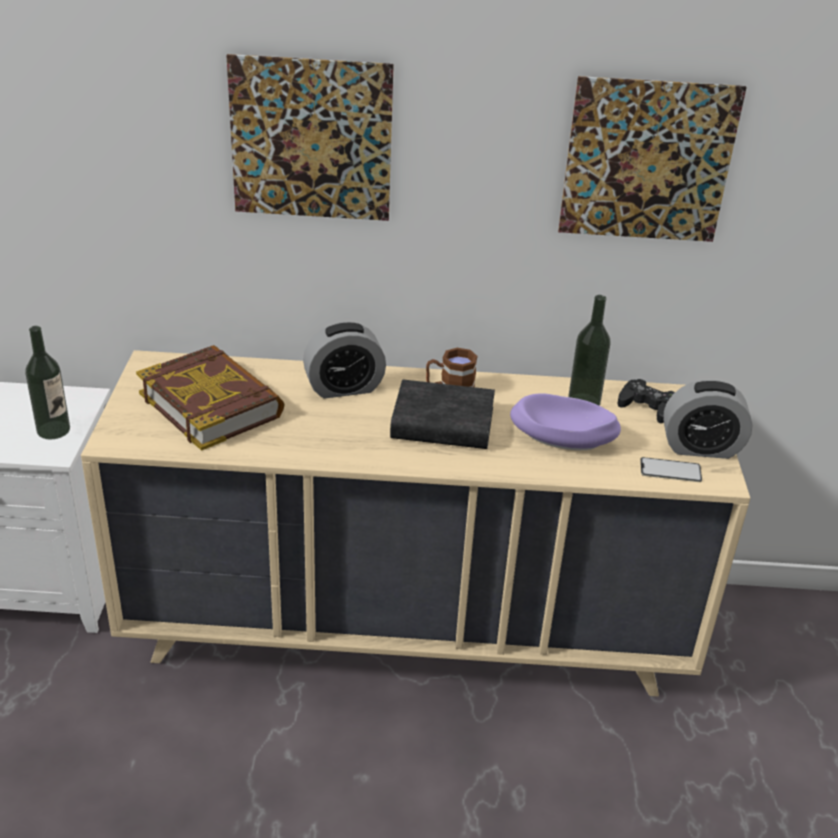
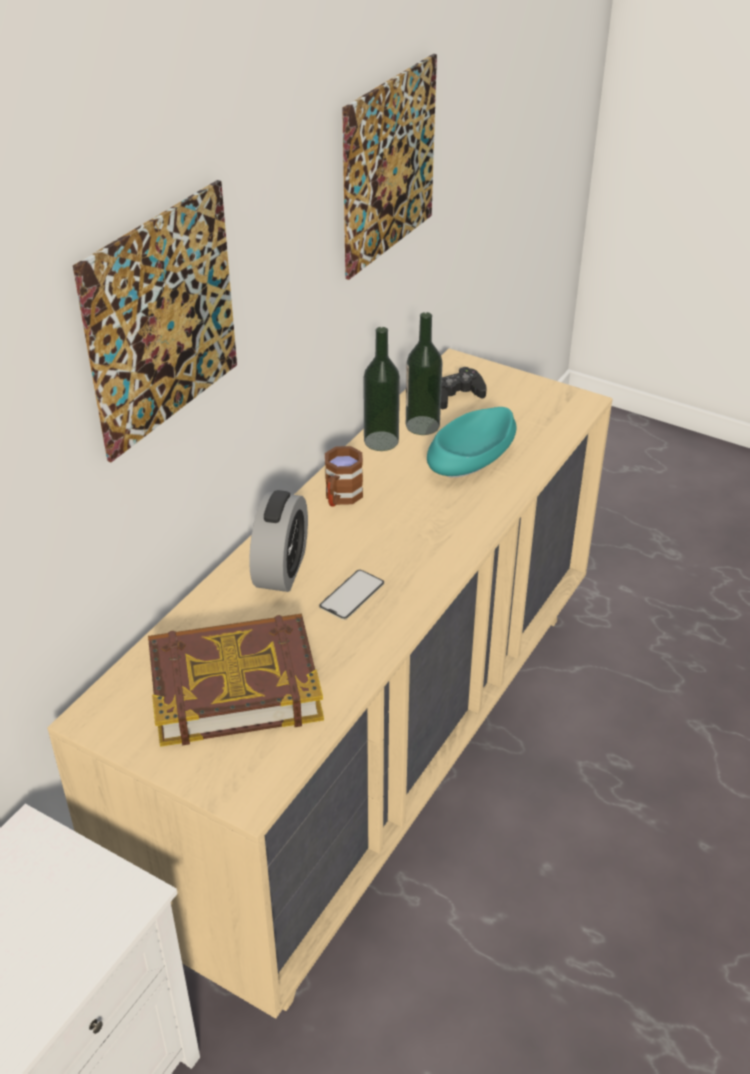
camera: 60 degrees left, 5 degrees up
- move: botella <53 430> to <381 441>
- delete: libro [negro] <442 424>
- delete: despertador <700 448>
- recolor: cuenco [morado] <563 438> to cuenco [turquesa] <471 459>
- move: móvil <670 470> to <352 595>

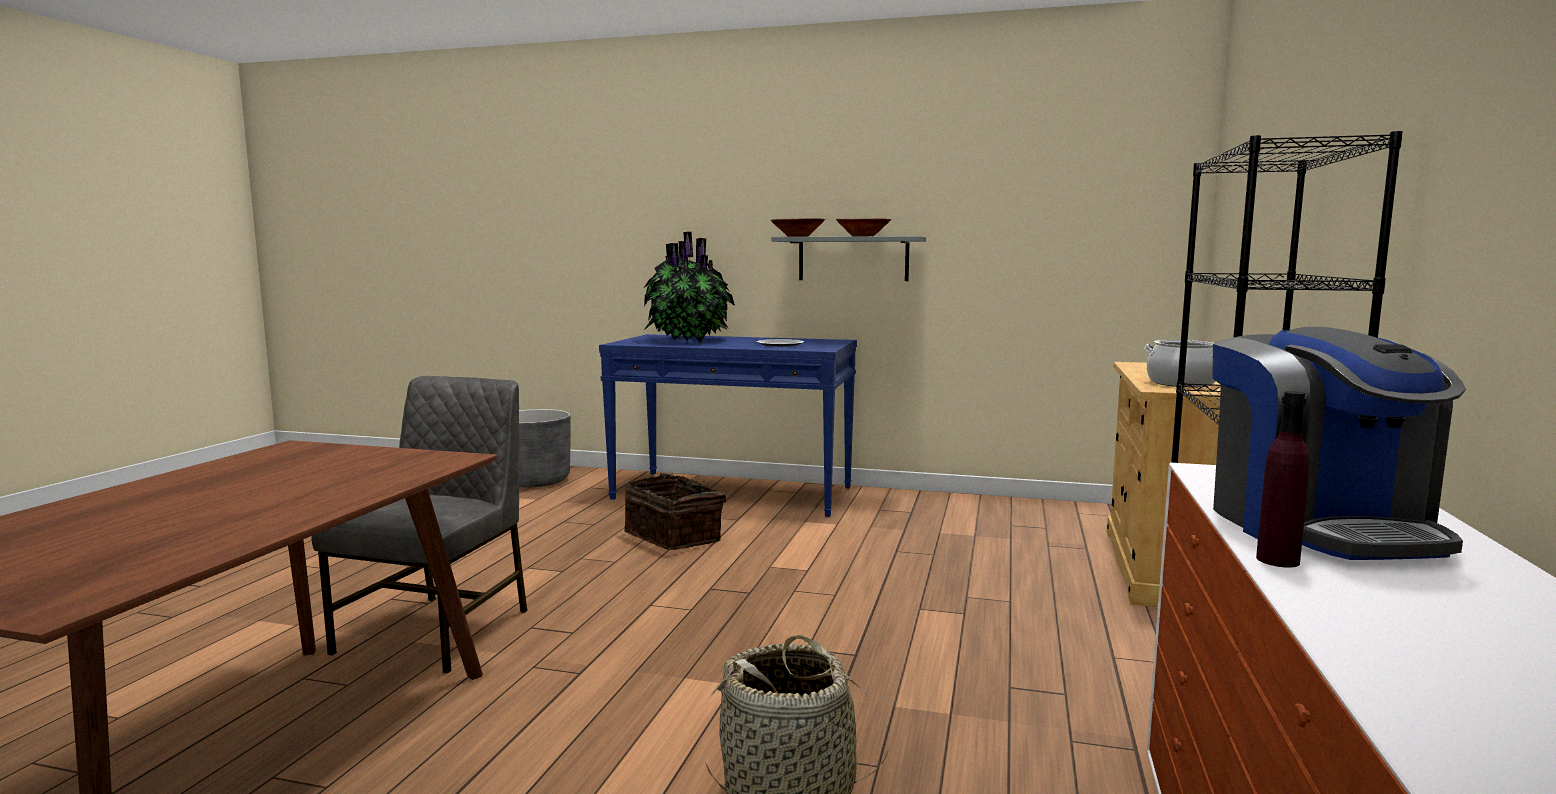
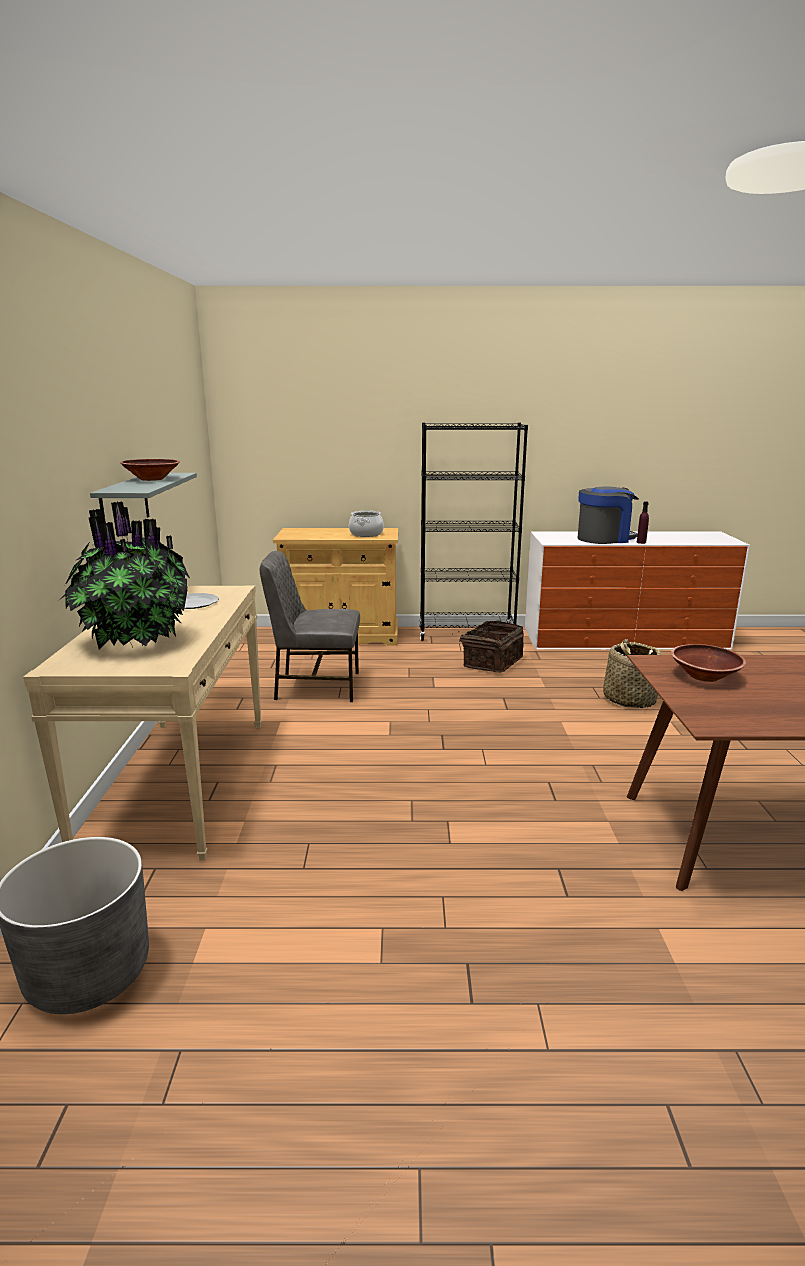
camera: 105 degrees left, 10 degrees up
- move: cuenco [marrón] <798 236> to <704 676>
- recolor: mesa consola [azul] <734 493> to mesa consola [beis] <179 781>
- move: silla [gris] <439 630> to <316 686>
- move: cesta <675 537> to <491 662>

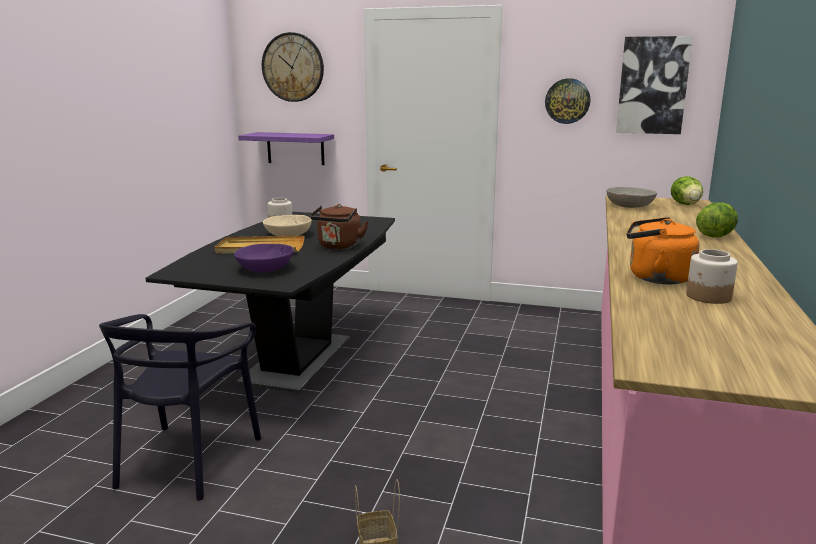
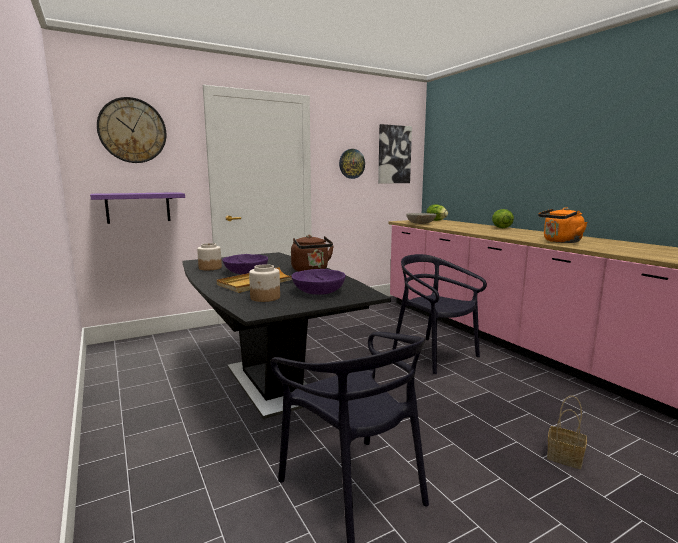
camera: 45 degrees left, 5 degrees down
- recolor: cuenco [beis] <288 235> to cuenco [morado] <245 272>
- move: tarro <708 297> to <265 298>
- insert: silla [negro] <434 355>

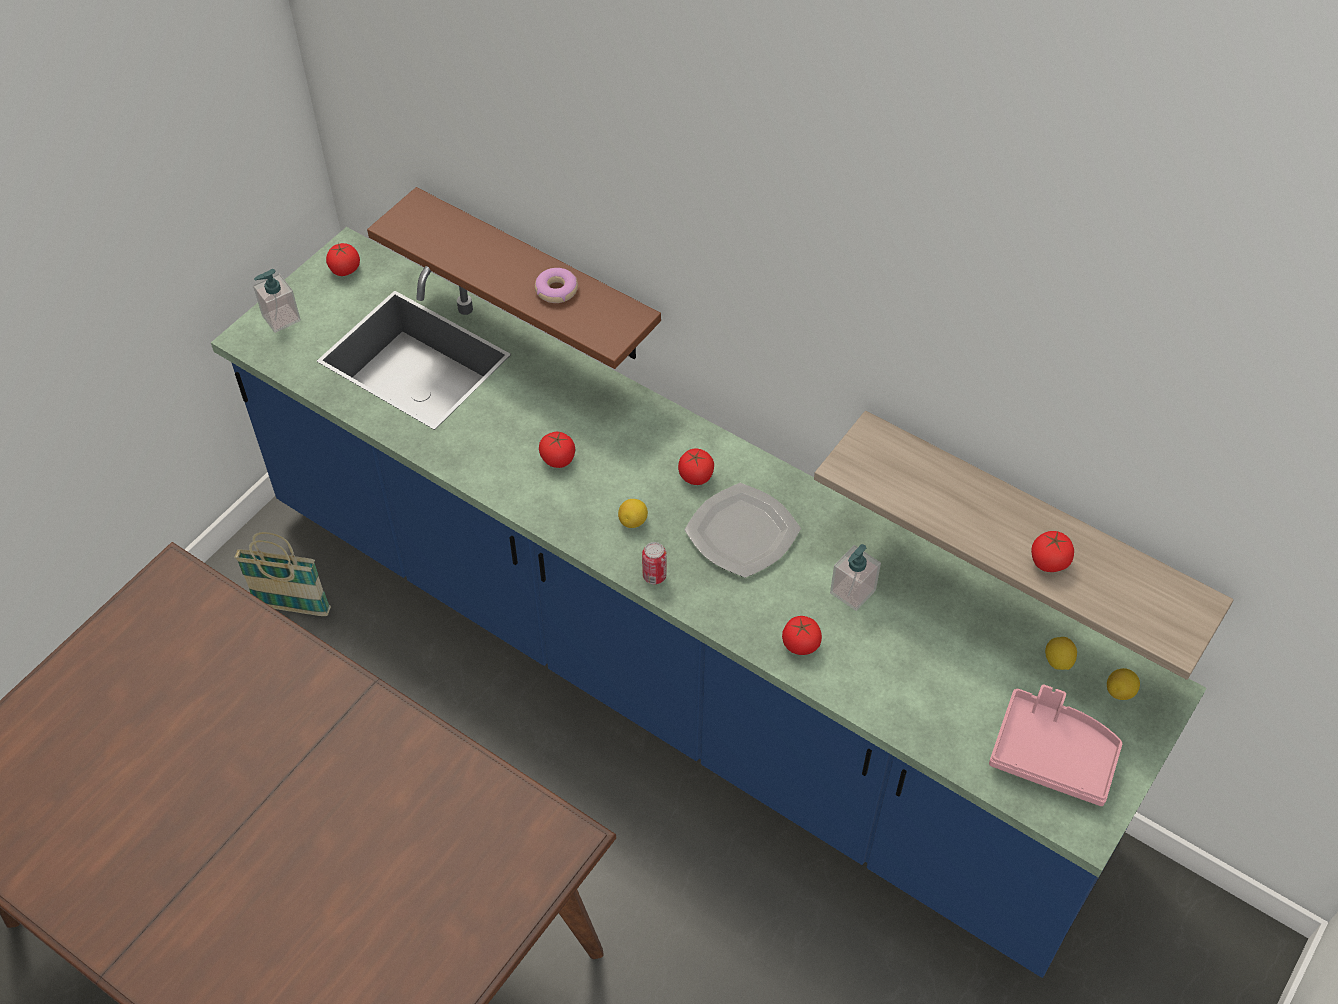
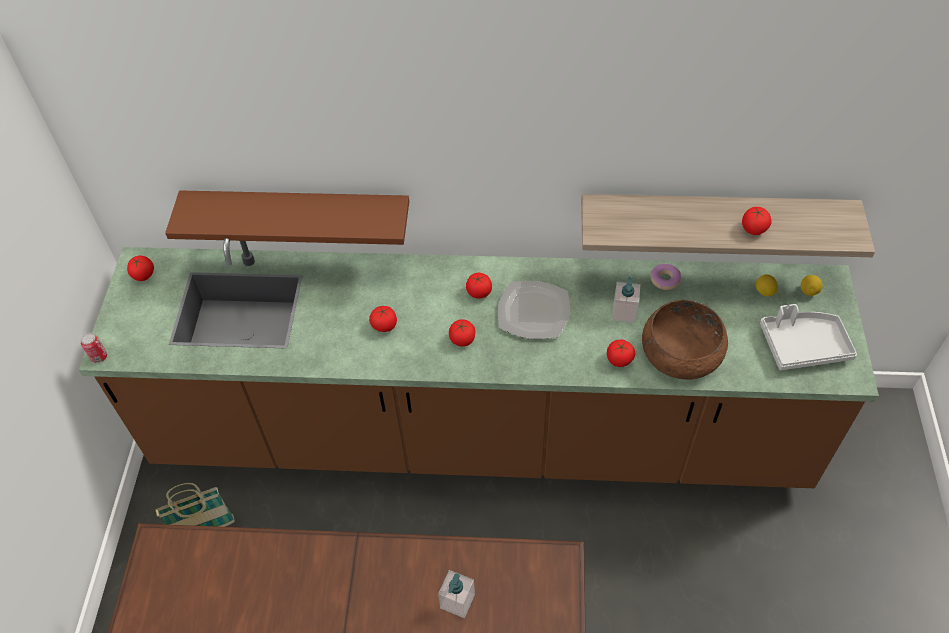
camera: 30 degrees left, 0 degrees up
- recolor: mueble bajo de cocina [azul] <669 673> to mueble bajo de cocina [marrón] <479 436>
- move: rosquilla <556 290> to <665 280>
- move: dispensador de jabón <281 318> to <457 601>
- replace: limón <633 521> to tomate <462 339>
- move: lata <654 576> to <99 357>
- recolor: bandeja [rosa] <1053 754> to bandeja [gris] <803 345>
- insert: cuenco [marrón] <681 352>

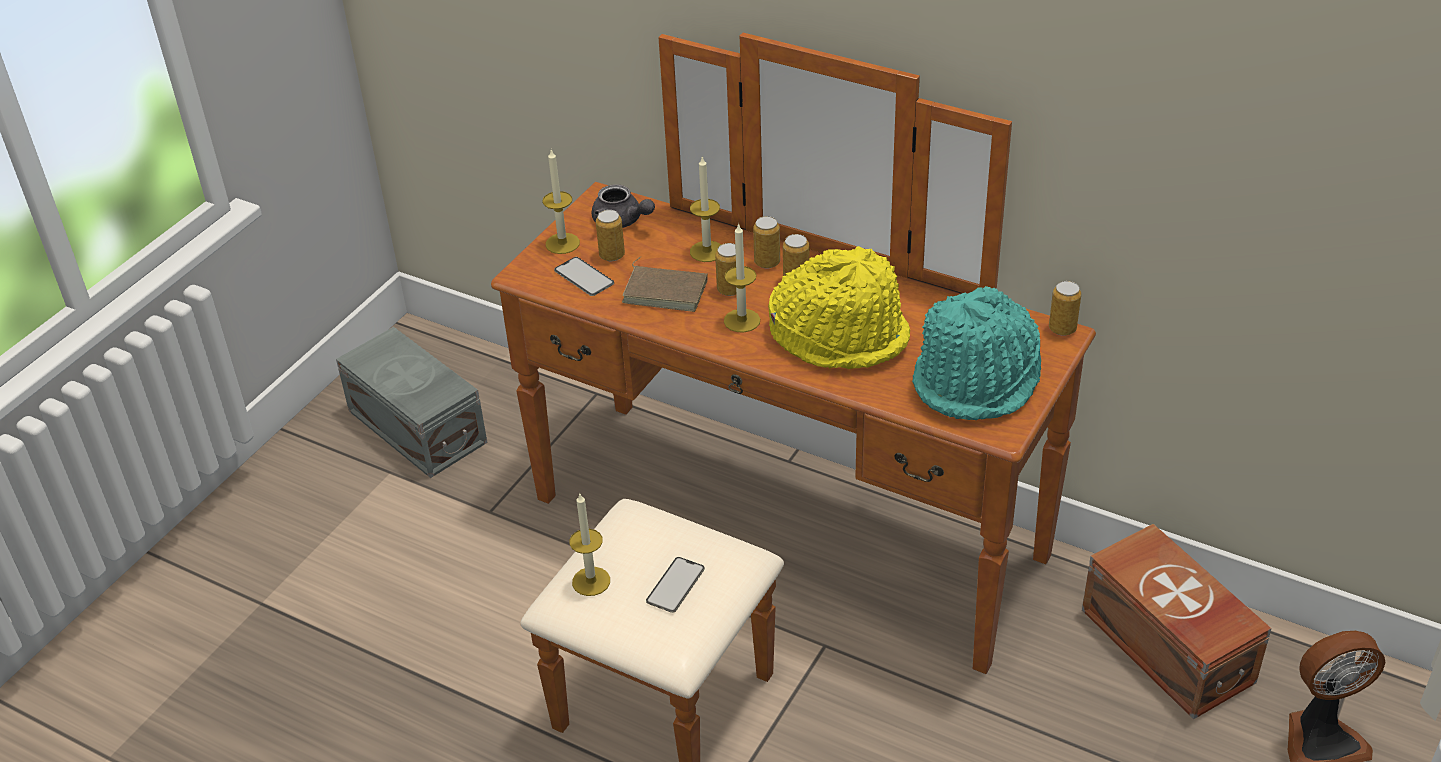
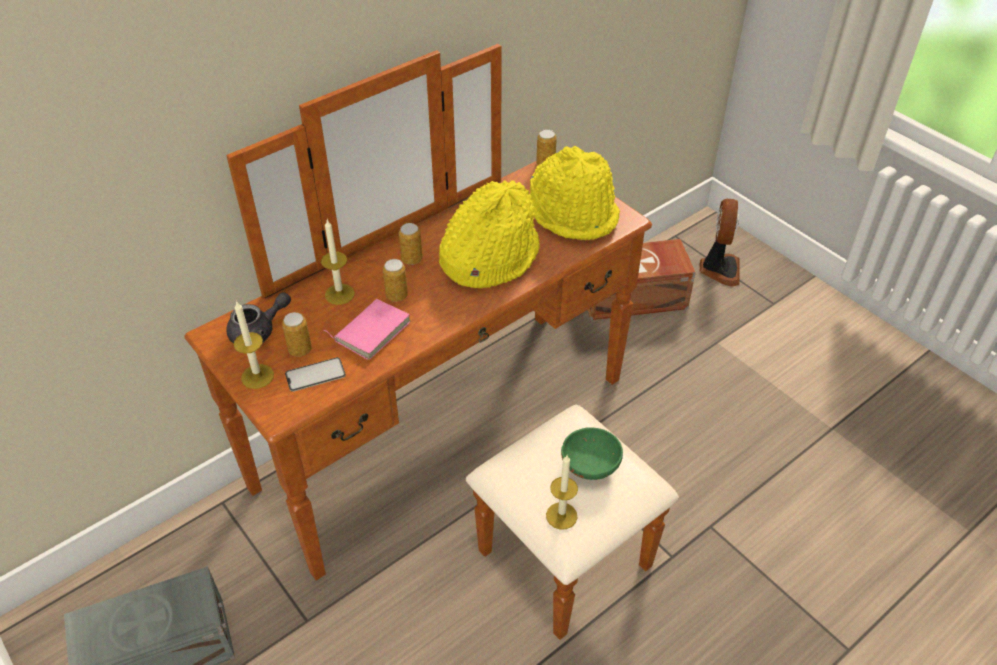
camera: 70 degrees left, 5 degrees up
- delete: lata <767 262>
- delete: vela <742 320>
- recolor: libro [marrón] <666 290> to libro [rosa] <371 330>
- recolor: sombrero [turquesa] <977 381> to sombrero [amarillo] <574 213>
- replace: móvil <675 585> to cuenco [verde] <589 465>

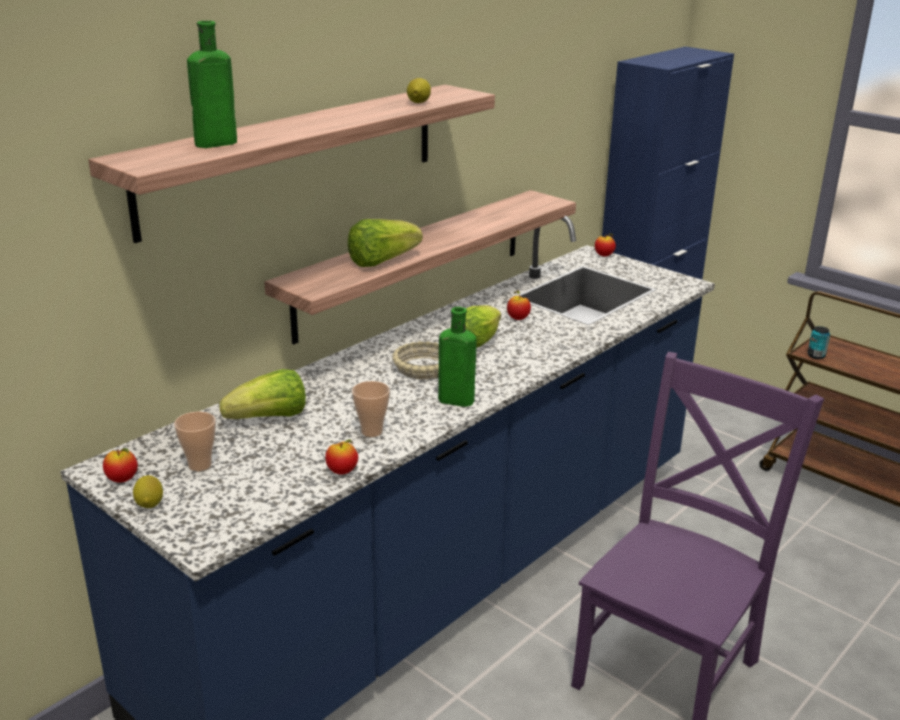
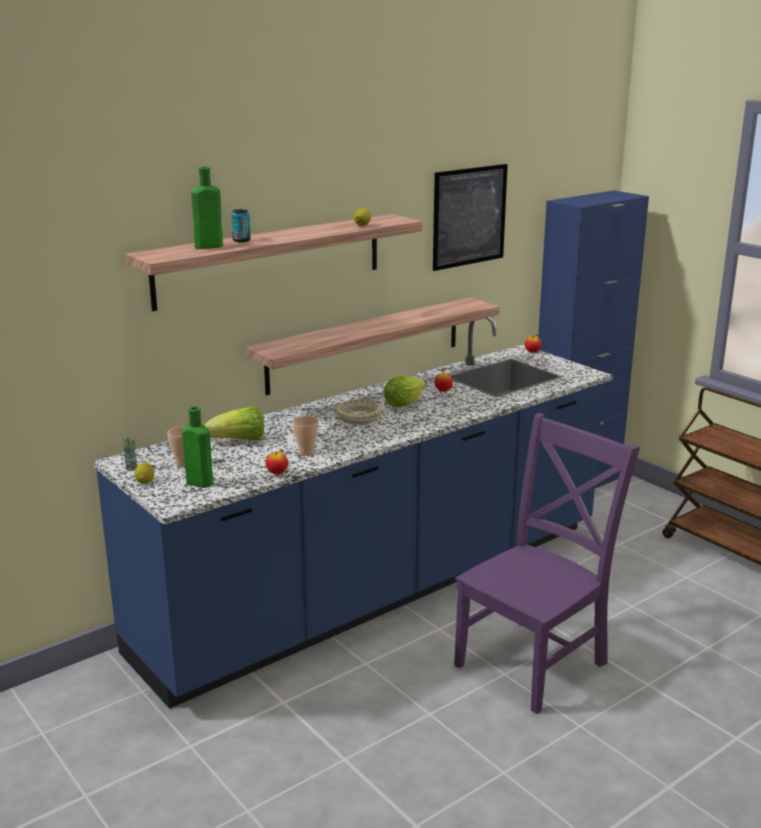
camera: 10 degrees right, 5 degrees down
- delete: lechuga <381 261>
- move: botella [verde] <453 400> to <197 482>
- move: lata <816 356> to <241 240>
- replace: manzana <122 480> to taza <131 468>
- insert: cuadro <469 216>

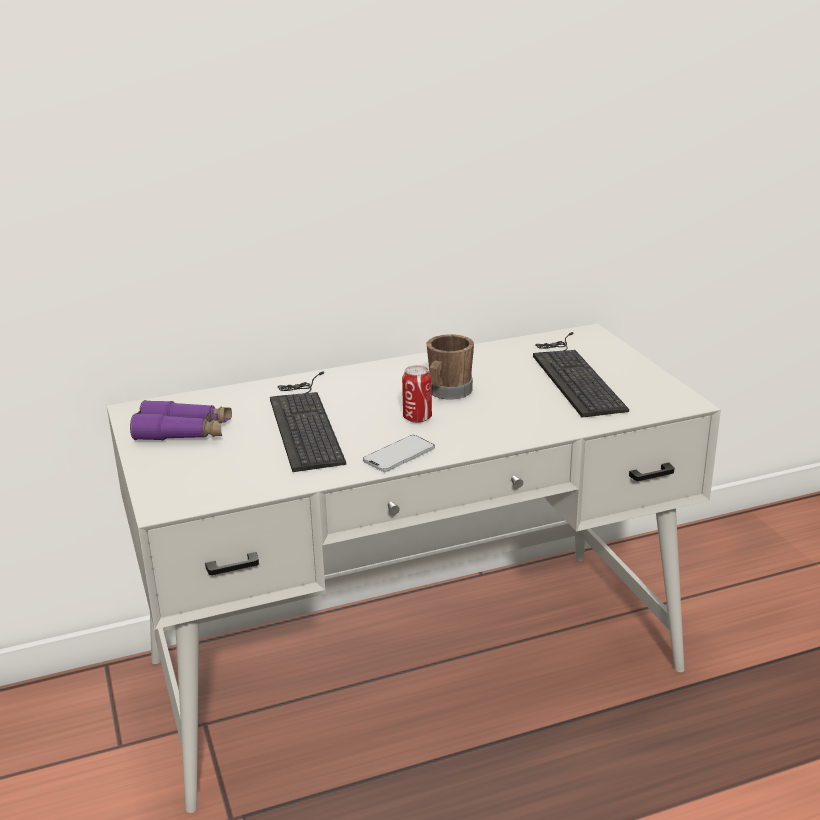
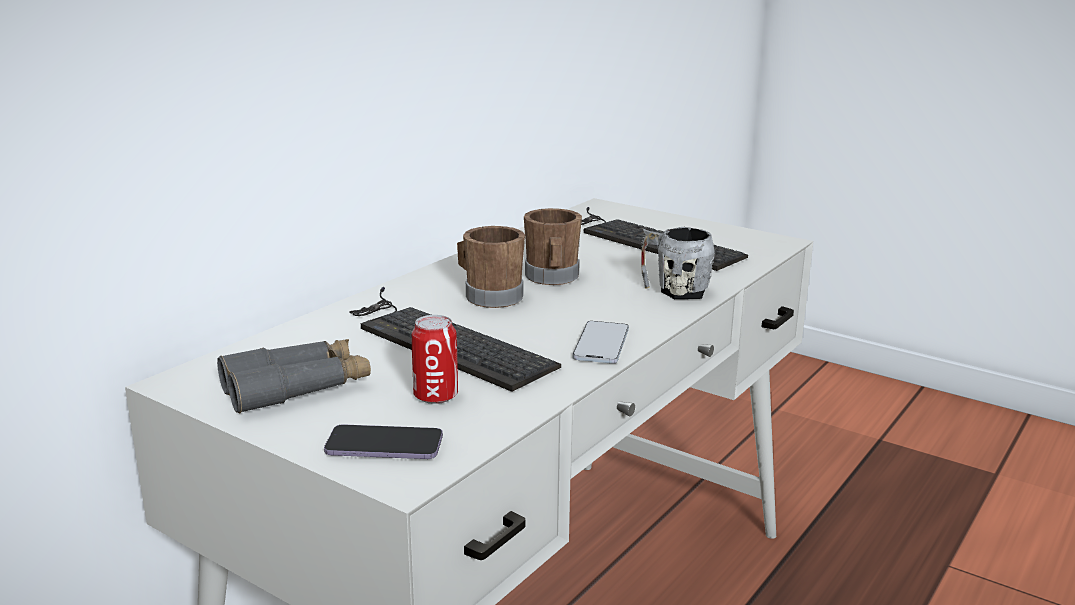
camera: 35 degrees left, 5 degrees down
- move: lata <417 418> to <435 396>
- recolor: prismáticos [morado] <184 432> to prismáticos [gris] <296 388>
- insert: taza grande [marrón] <489 296>
- insert: taza grande [gris] <674 291>
- insert: móvil <384 446>

